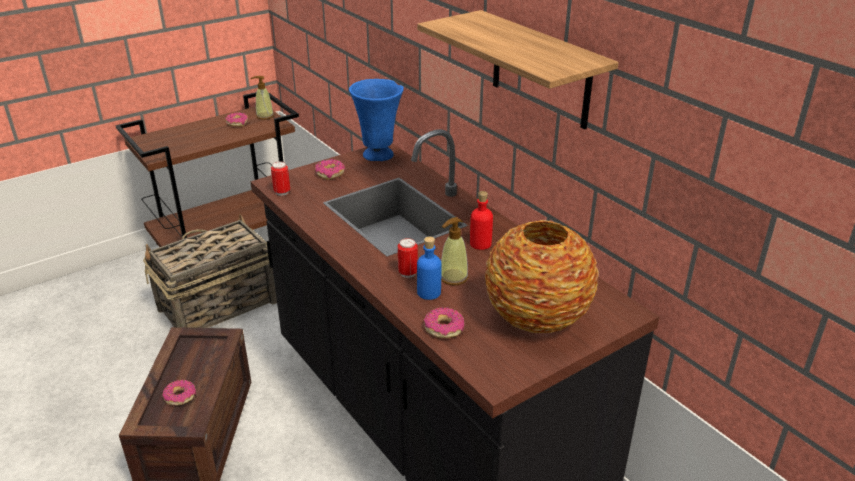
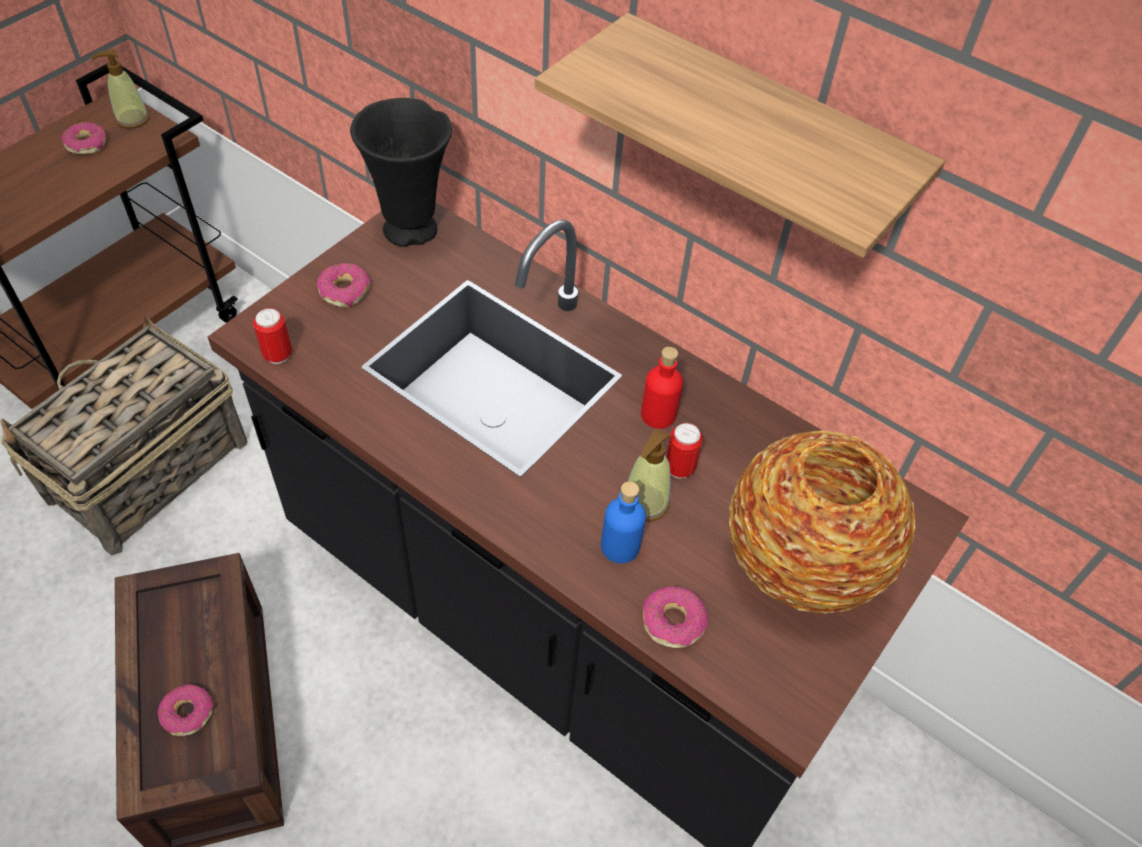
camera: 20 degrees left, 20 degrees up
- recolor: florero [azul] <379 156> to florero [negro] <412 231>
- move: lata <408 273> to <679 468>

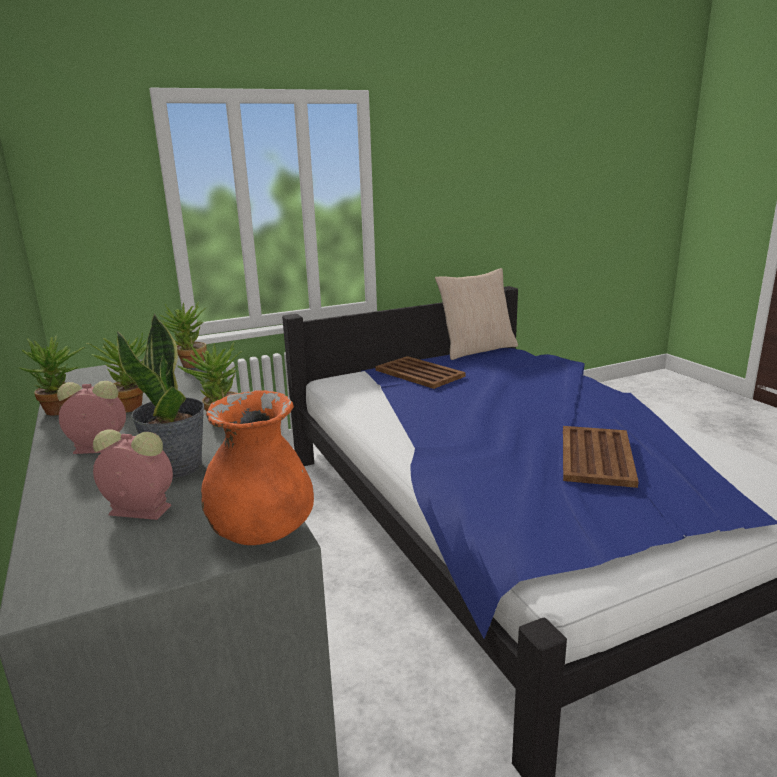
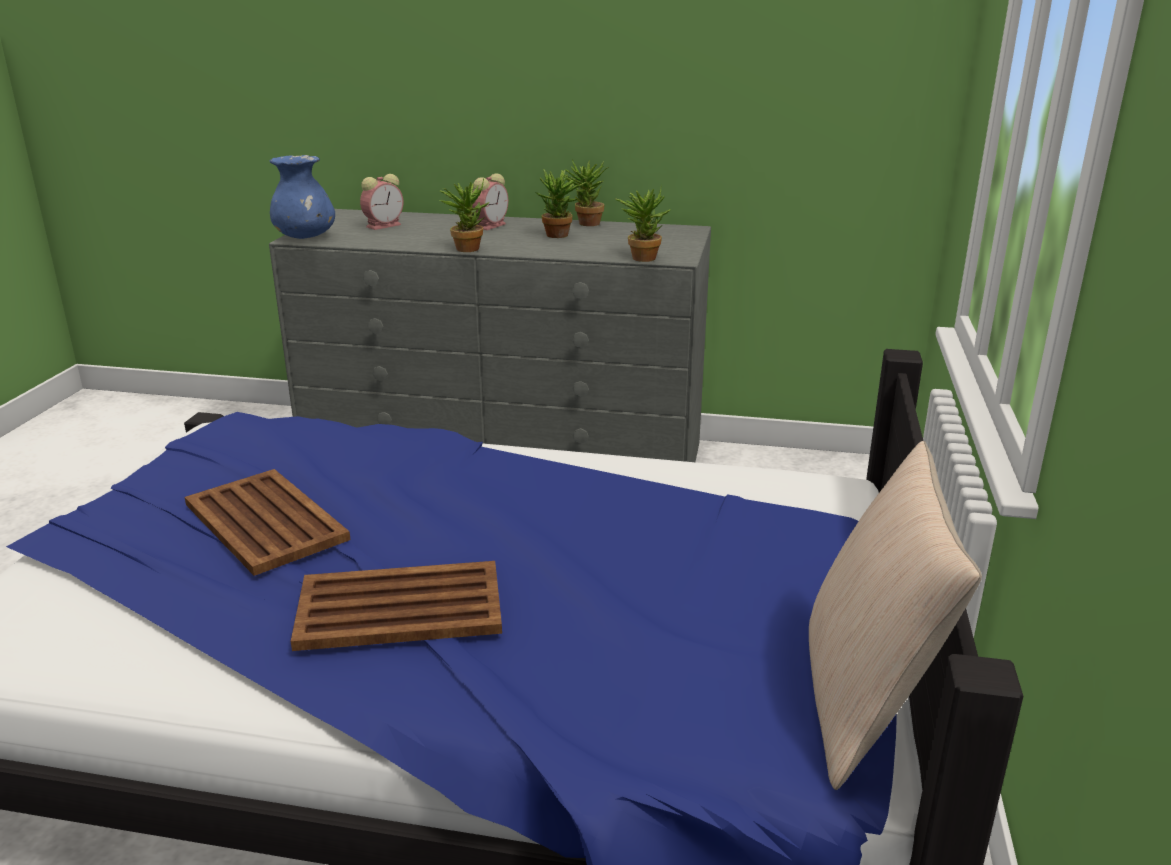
camera: 125 degrees right, 5 degrees up
- delete: planta en maceta <178 466>
- move: bandeja [marrón] <420 373> to <397 607>
- recolor: florero [naranja] <262 532> to florero [azul] <305 237>

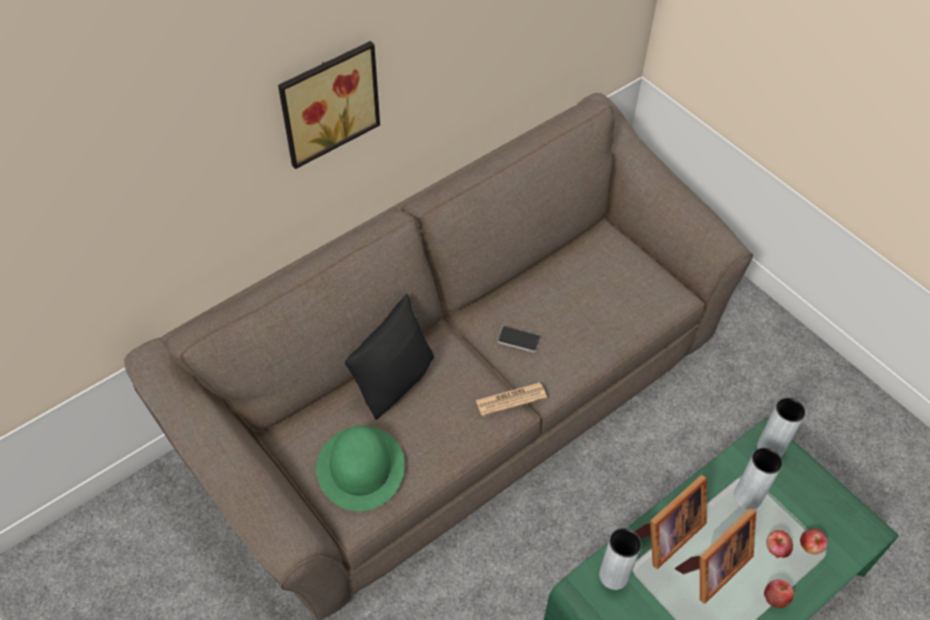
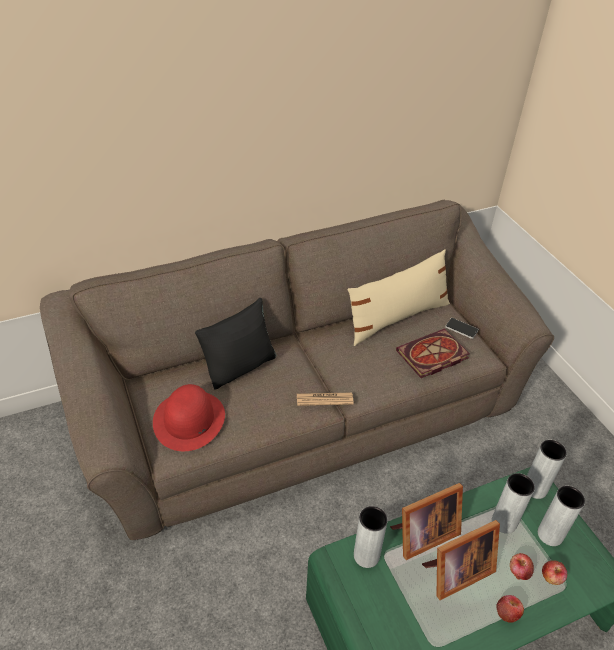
camera: 15 degrees right, 10 degrees down
- delete: cuadro <327 102>
- move: móvil <518 339> to <461 329>
- recolor: sombrero [verde] <361 467> to sombrero [rojo] <189 420>
- insert: cojín [beis] <397 318>
- insert: libro <431 356>
- insert: florero [gris] <550 534>

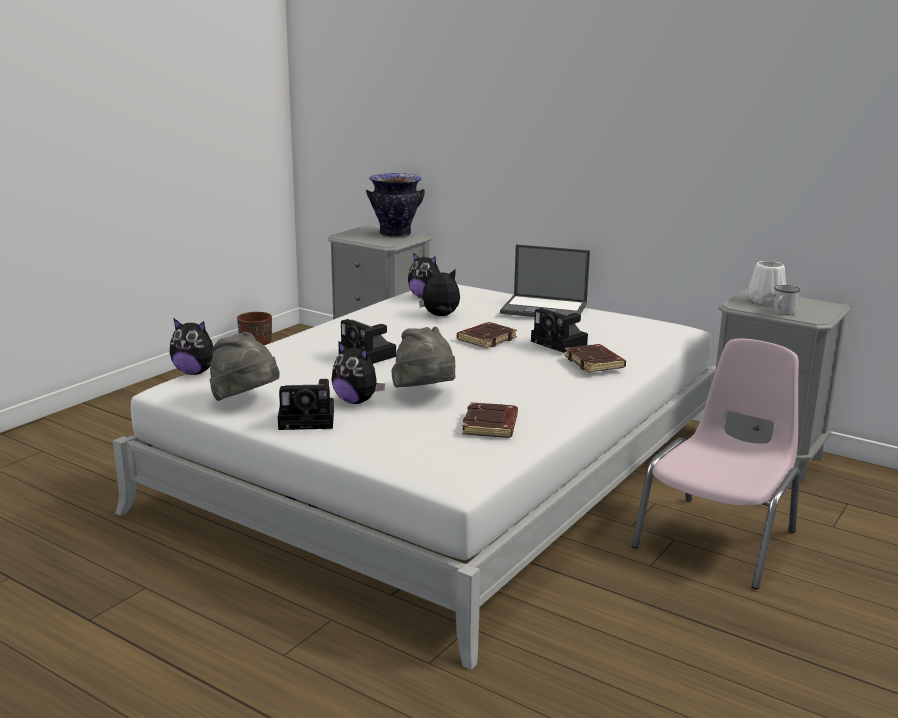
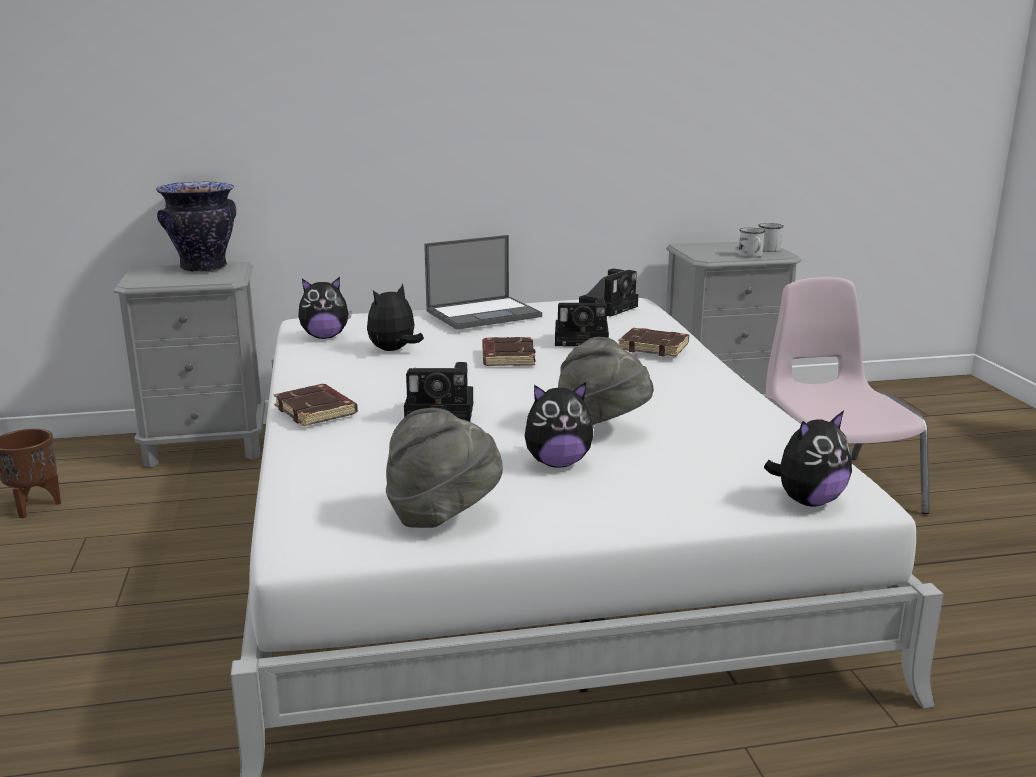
camera: 45 degrees left, 0 degrees up
- delete: florero [blanco] <766 301>
- move: peluche <195 372> to <808 501>
- move: cámara <309 420> to <609 307>
- move: libro [marrón] <491 426> to <317 411>
- insert: taza grande [blanco] <766 249>

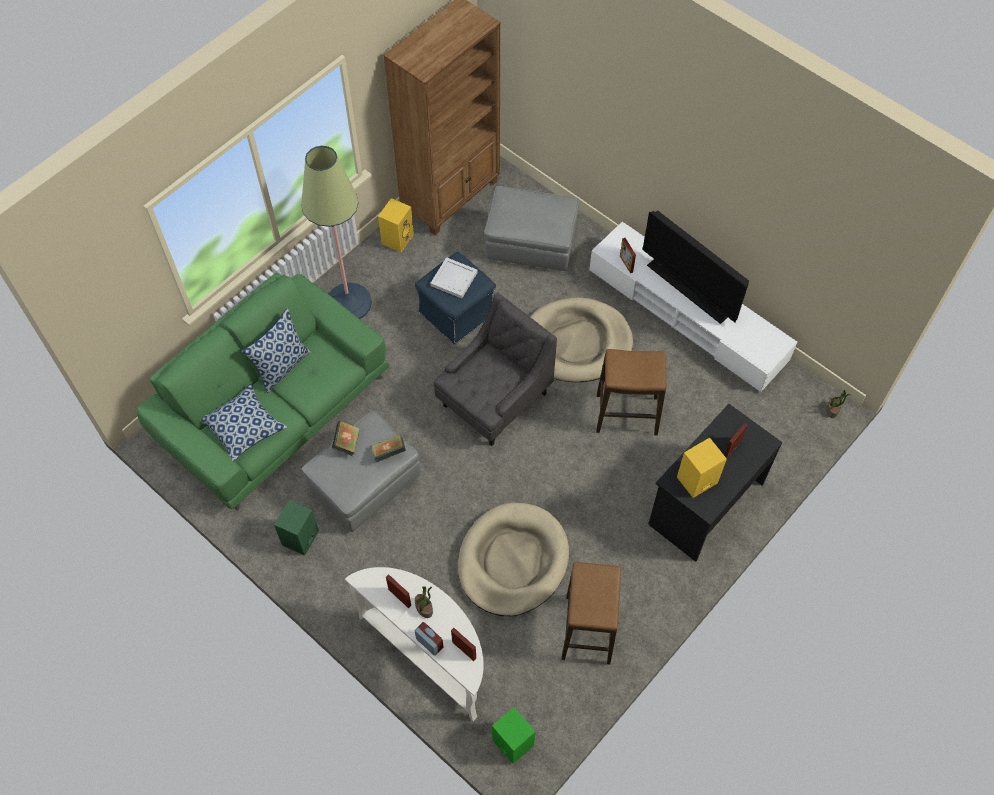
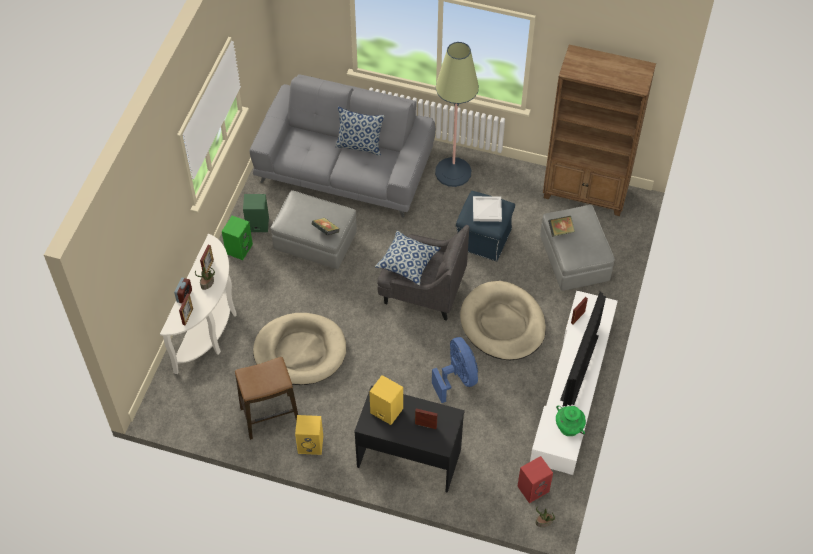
camera: 65 degrees right, 5 degrees down
- move: altavoz [amarillo] <397 238> to <311 444>
- recolor: sofá [verde] <274 408> to sofá [gris] <345 168>
- replace: taburete <626 415> to ventilador [azul] <457 378>
- move: cojín <244 428> to <407 263>
- move: libro <347 443> to <560 231>
- move: altavoz [verde] <511 742> to <239 248>
- insert: florero [verde] <568 427>
- insert: altavoz [rojo] <533 488>

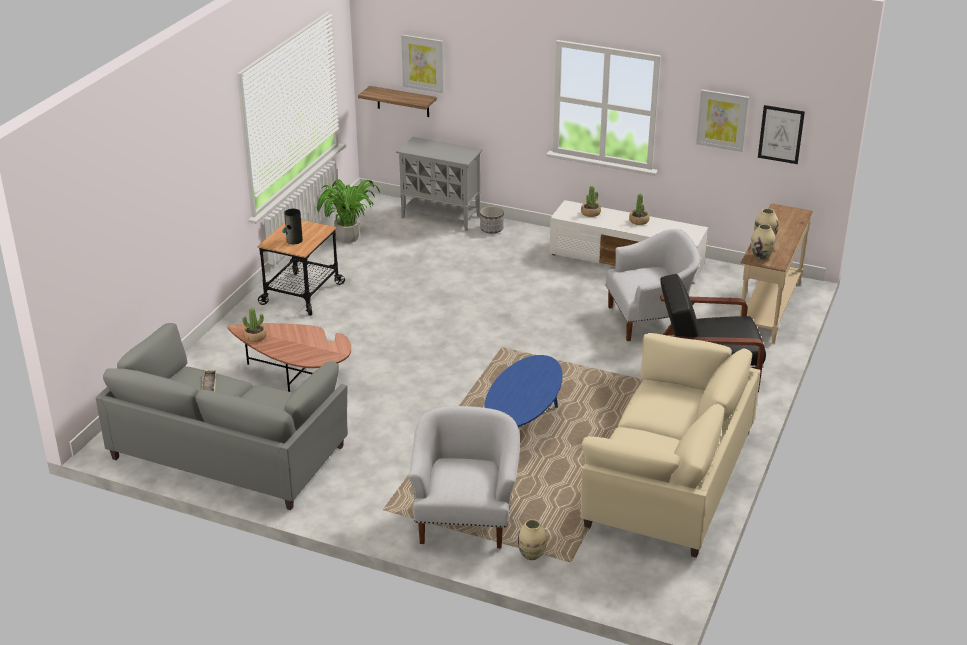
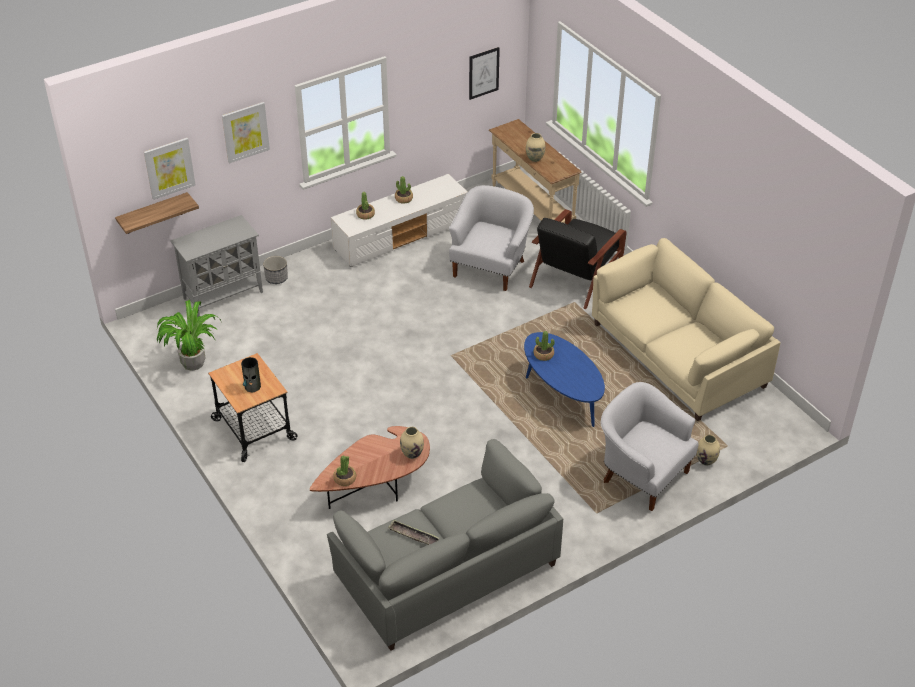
camera: 55 degrees left, 10 degrees up
- move: cuadro <722 120> to <245 132>
- move: florero [beis] <761 256> to <412 453>
- insert: planta en maceta <543 355>

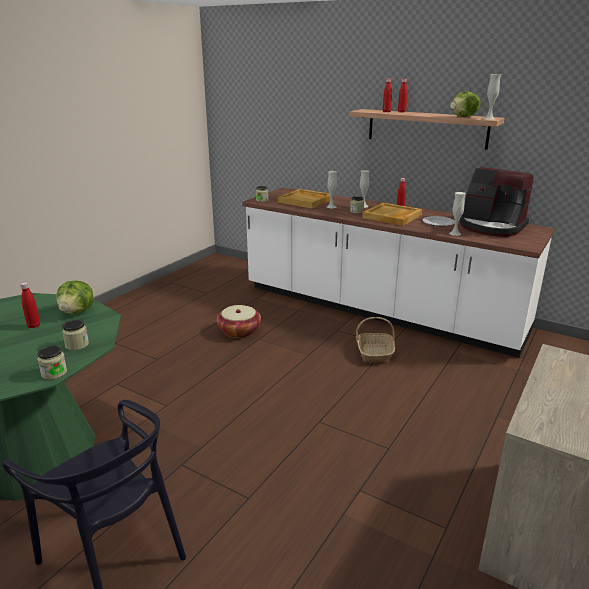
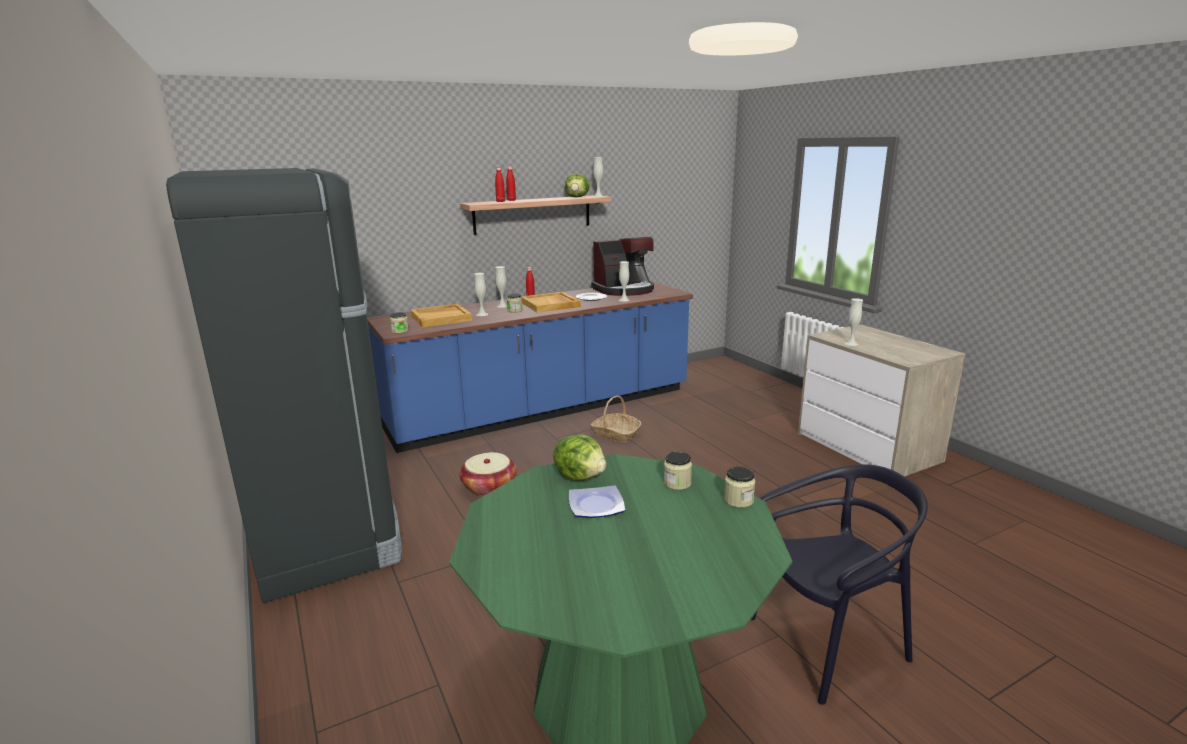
camera: 60 degrees left, 5 degrees down
- recolor: mueble bajo de cocina [blanco] <379 310> to mueble bajo de cocina [azul] <543 409>
- replace: botella [rojo] <34 326> to plato <595 506>
- insert: nevera [negro] <327 537>
- insert: florero [blanco] <851 343>

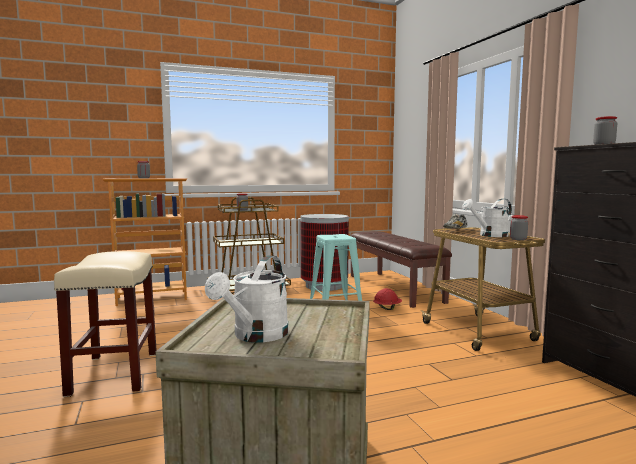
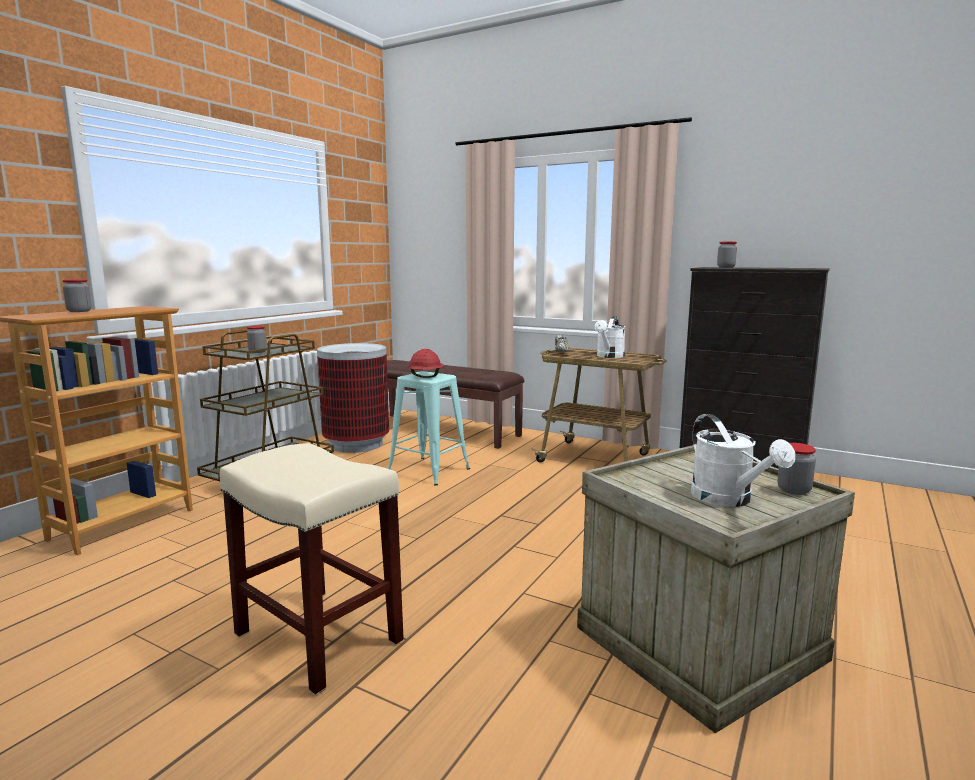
camera: 40 degrees left, 5 degrees up
- move: tarro <518 239> to <793 490>
- move: casco [rojo] <387 308> to <426 377>

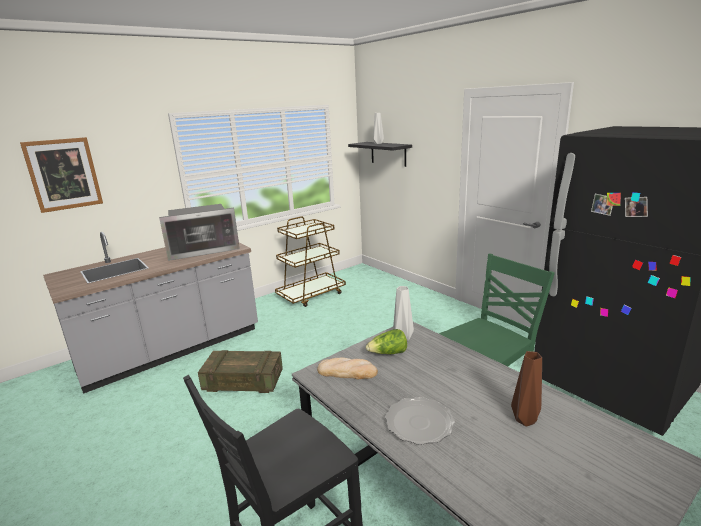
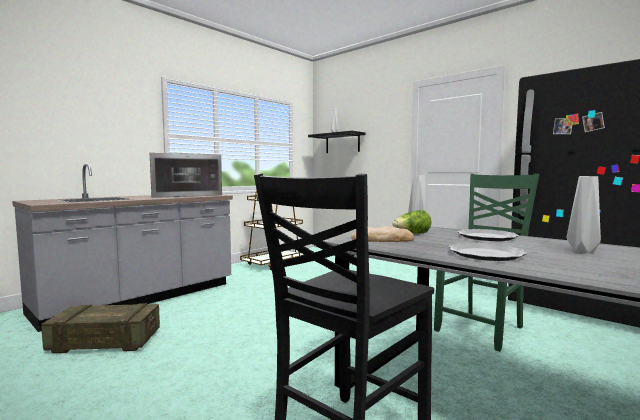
camera: 10 degrees left, 15 degrees down
- delete: cuadro <63 174>
- move: caja de embalaje <243 382> to <105 342>
- recolor: florero [marrón] <526 421> to florero [gris] <584 251>
- insert: plato <487 237>

